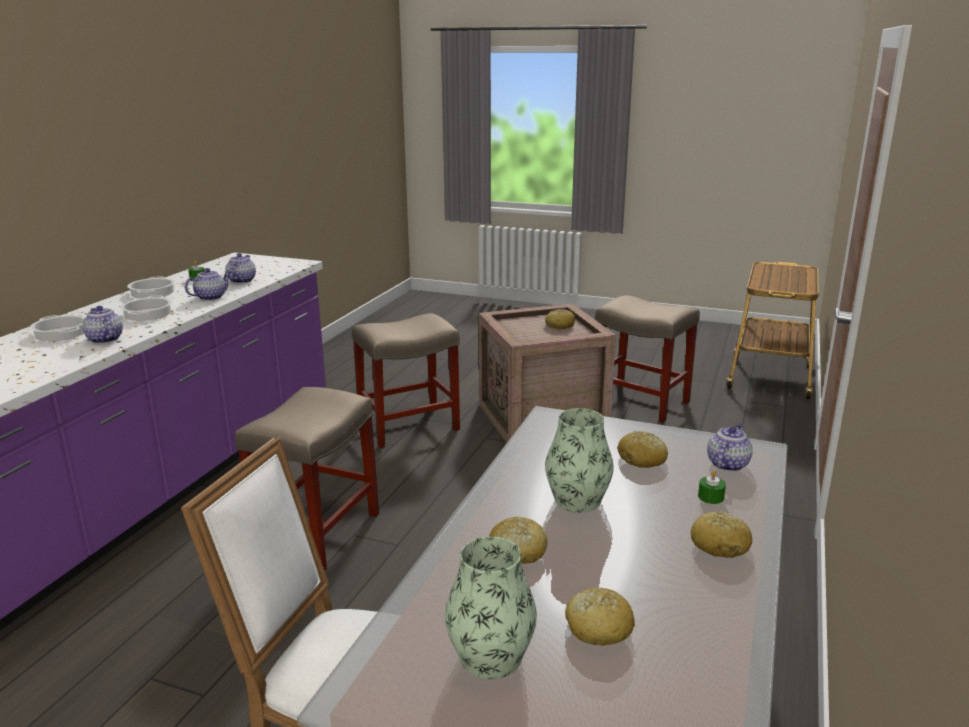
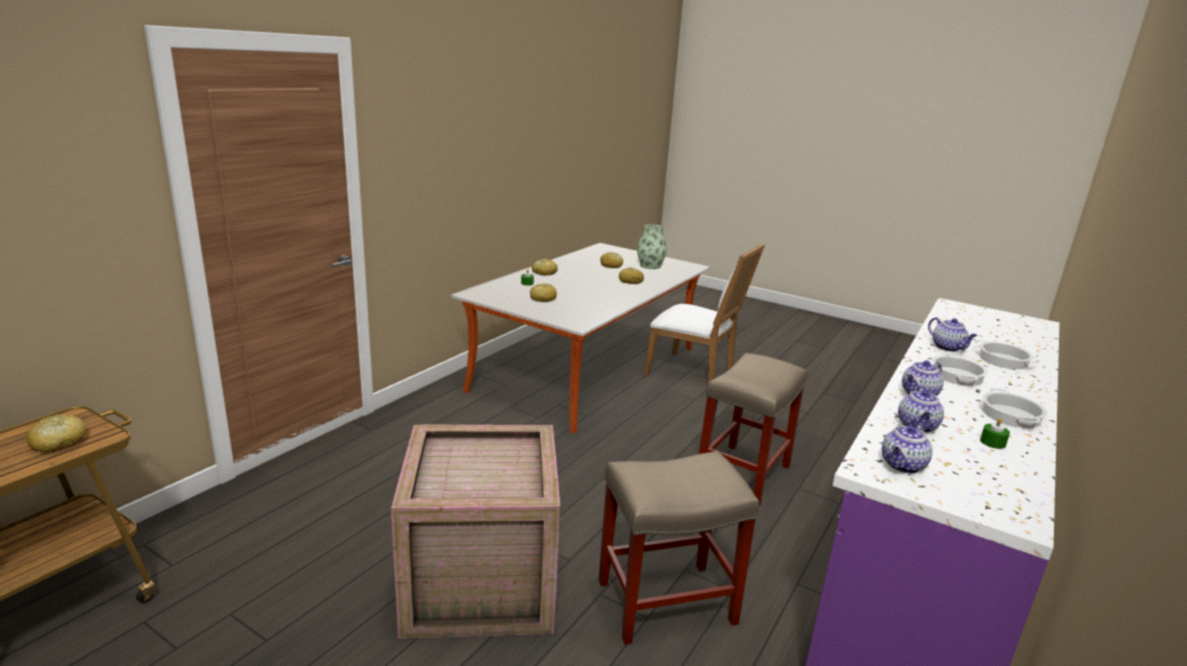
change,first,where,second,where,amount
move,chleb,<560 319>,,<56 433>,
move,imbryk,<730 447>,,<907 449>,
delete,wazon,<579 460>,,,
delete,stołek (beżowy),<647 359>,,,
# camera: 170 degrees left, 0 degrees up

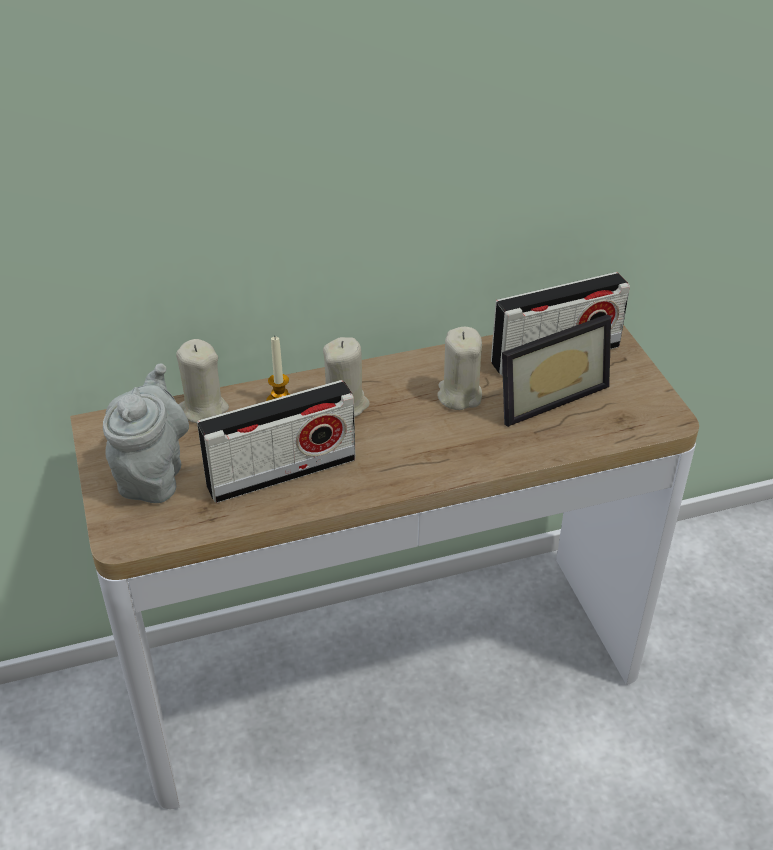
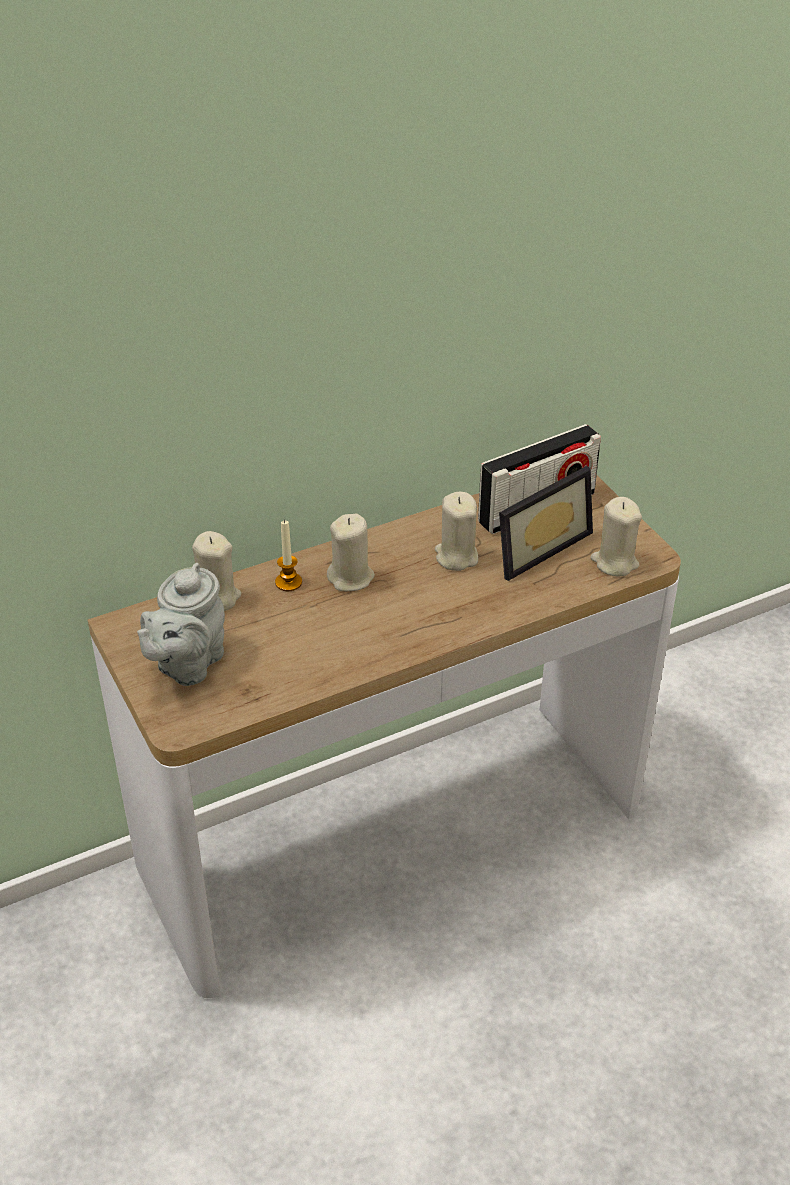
change,first,where,second,where,amount
rotate,imbryk (szary),<146 433>,,<181 624>,150 degrees counterclockwise
insert,,,świeca (beżowy),<616 537>,
delete,radio,<276 441>,,,
# camera: 10 degrees left, 0 degrees up

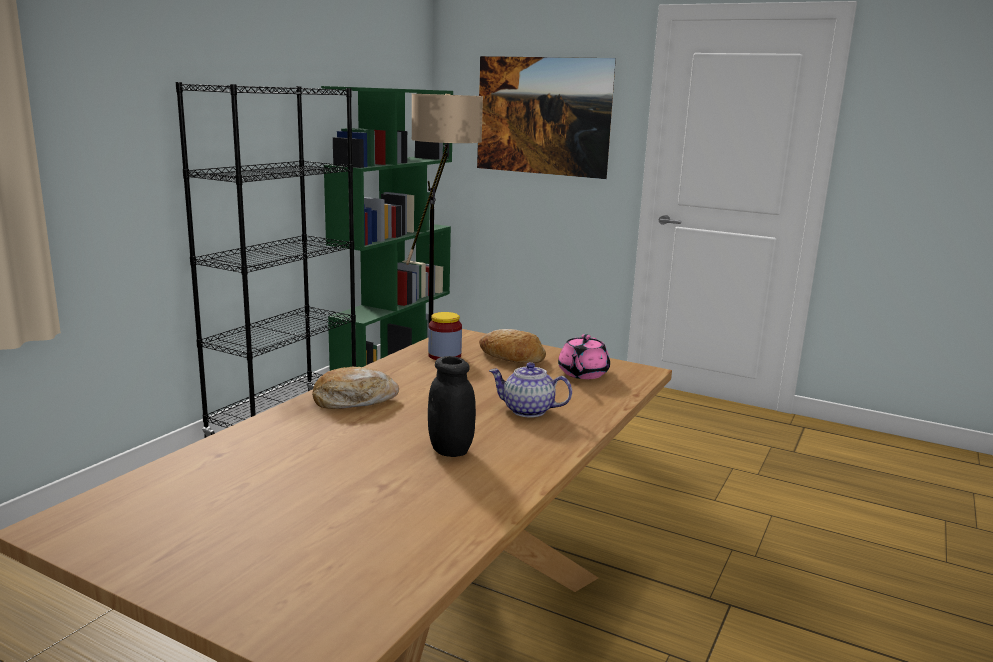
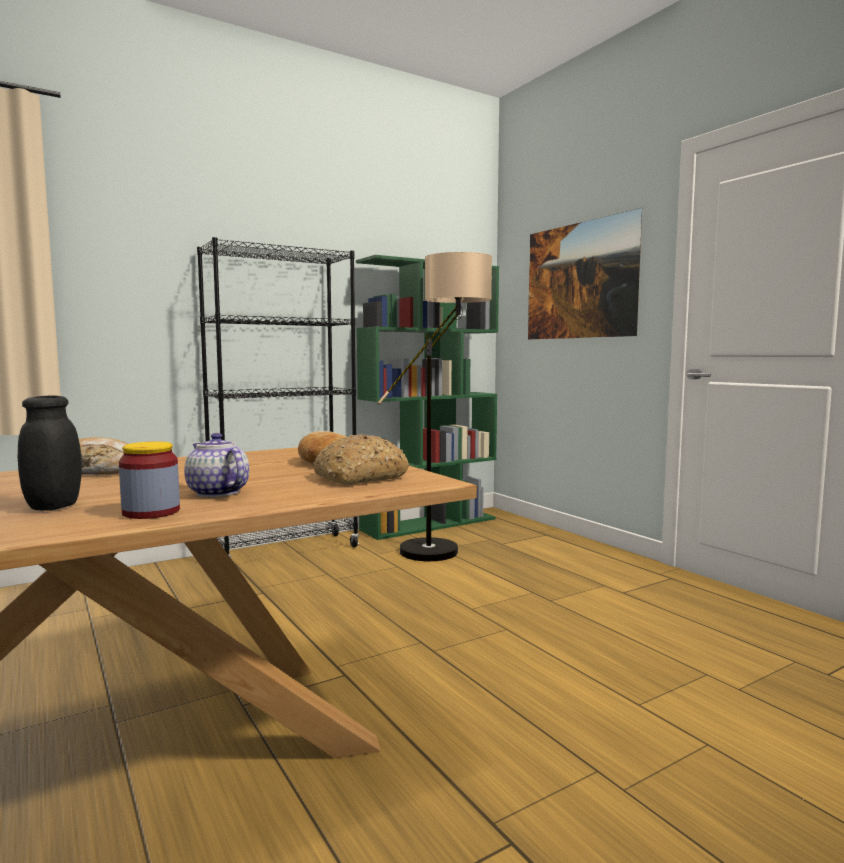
change,first,where,second,where,amount
move,słoik,<445 336>,,<149 480>,
replace,imbryk (różowy),<584 356>,chleb,<361 459>,
# camera: 30 degrees right, 10 degrees down

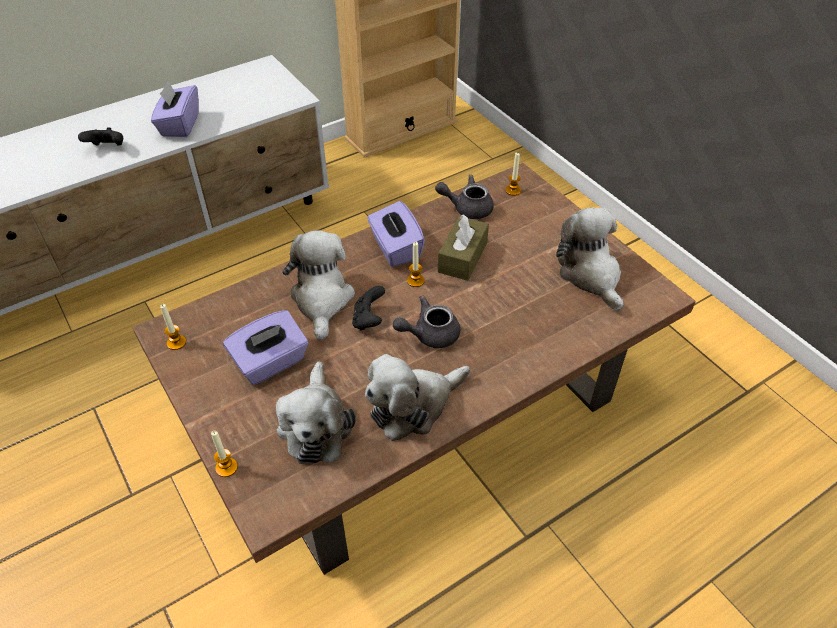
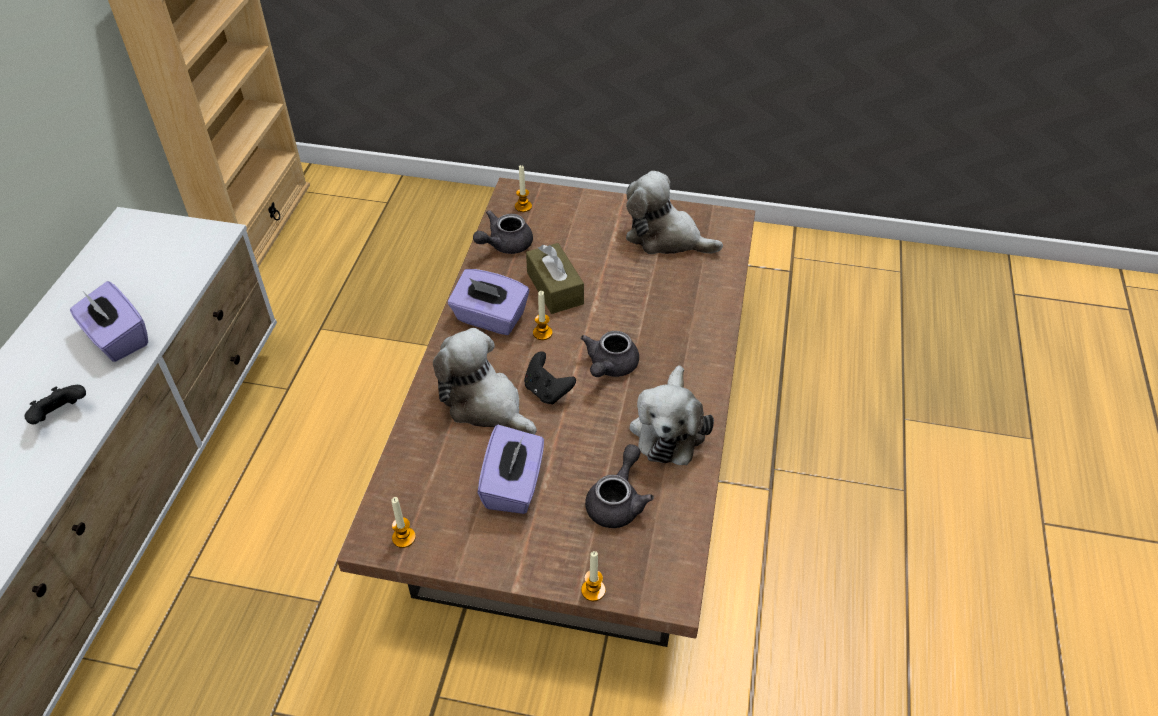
change,first,where,second,where,amount
replace,pluszak,<316 412>,imbryk (szary),<619 486>,
# camera: 45 degrees left, 0 degrees up

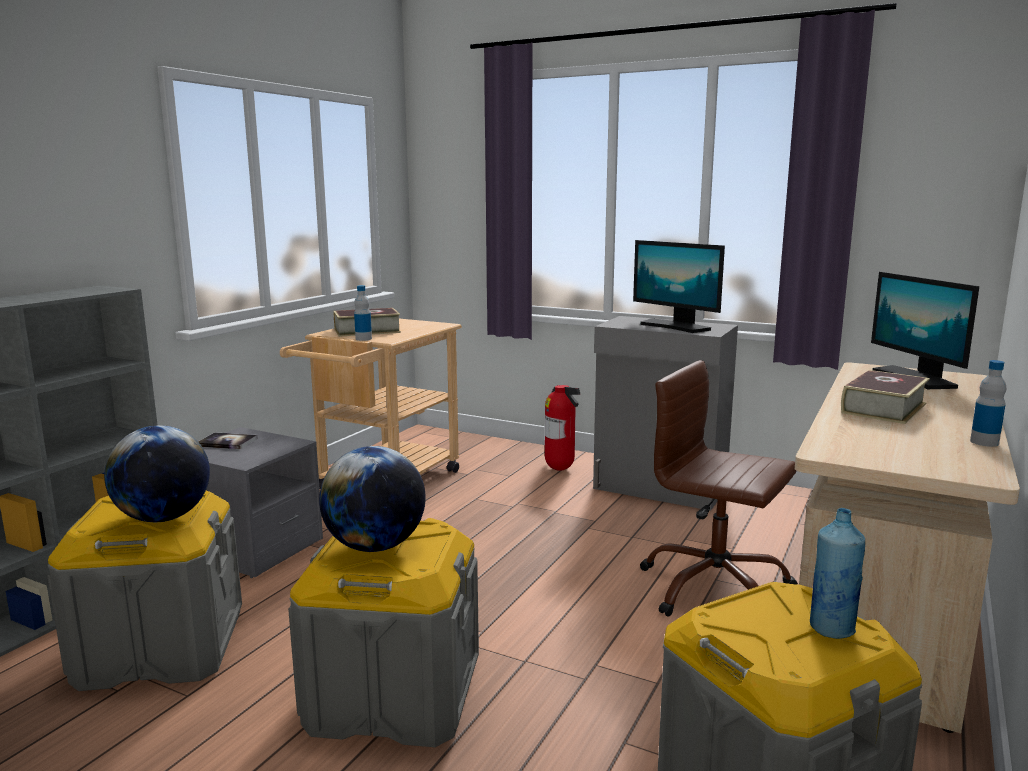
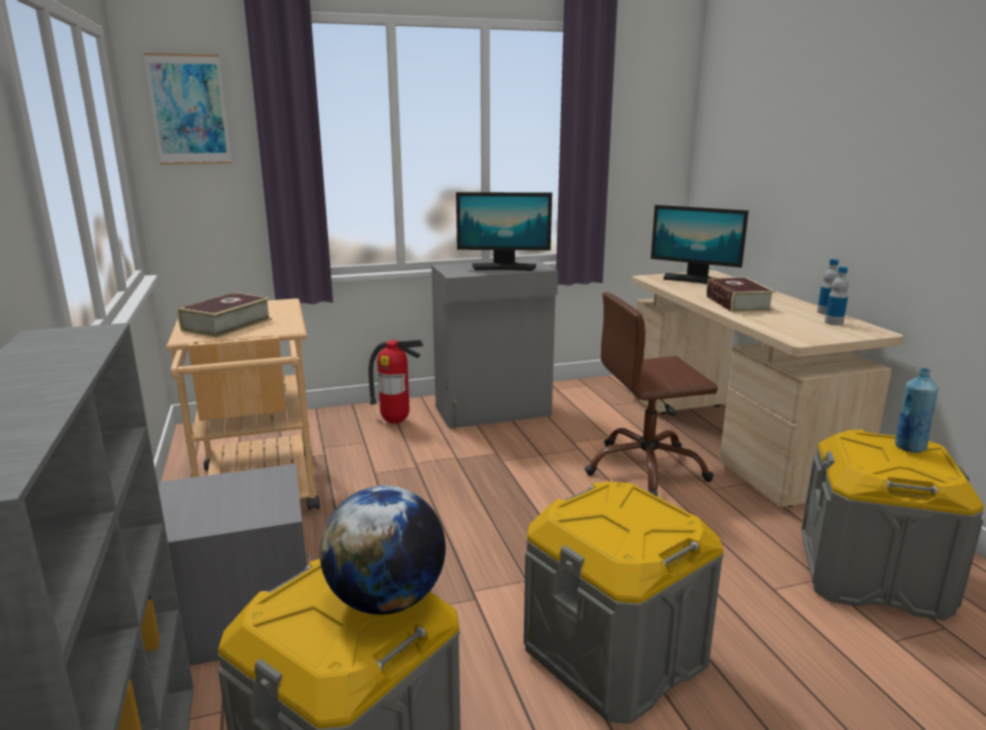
change,first,where,second,where,amount
insert,,,obraz,<188 109>,
move,butelka,<363 313>,,<837 296>,
delete,książka,<228 440>,,,
delete,globus,<372 499>,,,
# camera: 45 degrees left, 5 degrees up

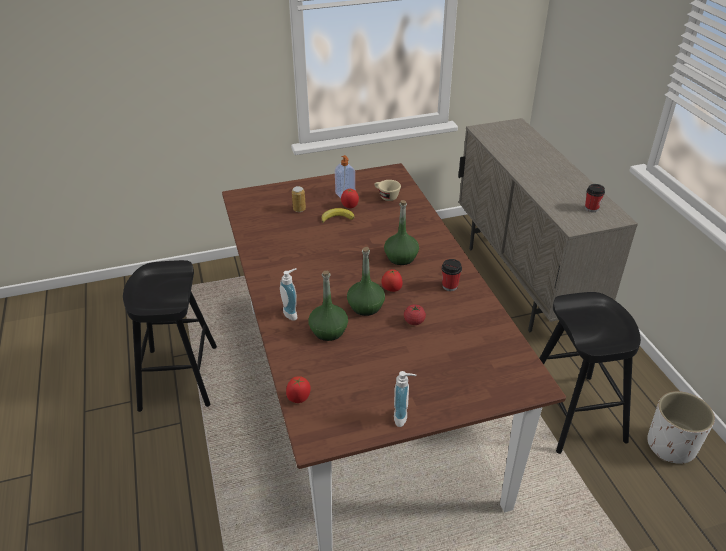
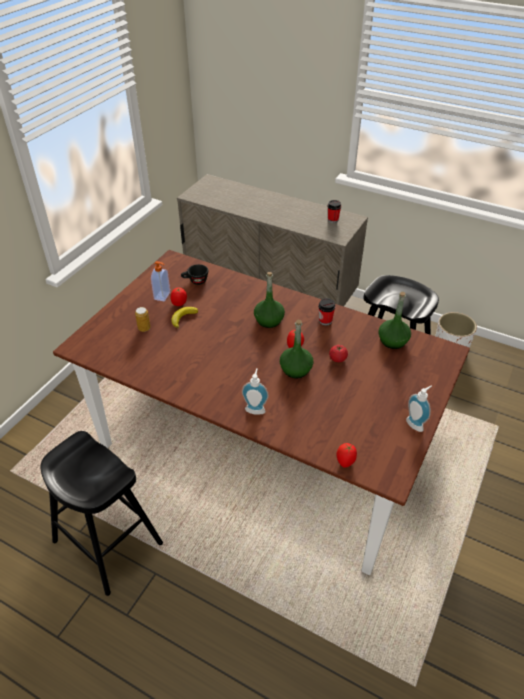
change,first,where,second,where,amount
recolor,filiżanka (beżowy),<387 190>,filiżanka (czarny),<194 274>,
move,butelka (zielony),<328 306>,,<394 320>,
# camera: 45 degrees left, 5 degrees up

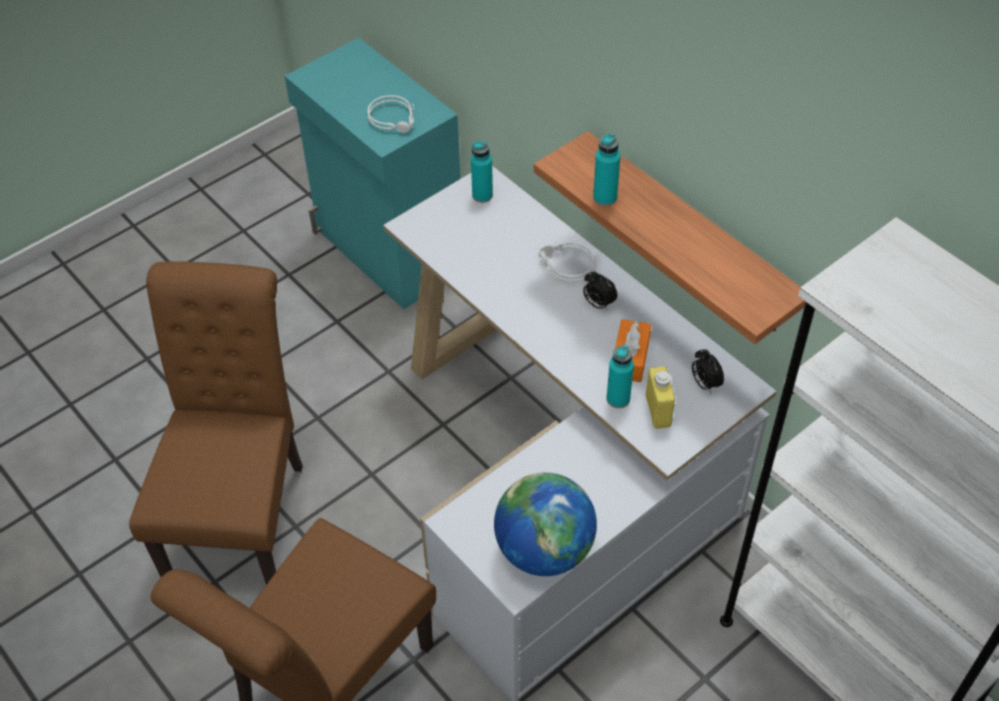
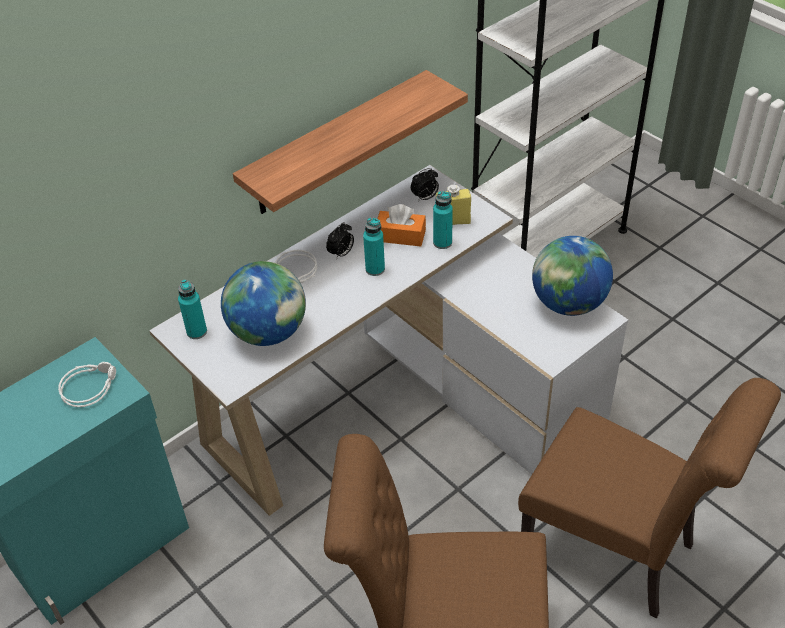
change,first,where,second,where,amount
insert,,,globus,<263 303>,
move,butelka (turkusowy),<607 169>,,<374 247>,
# camera: 90 degrees left, 5 degrees down

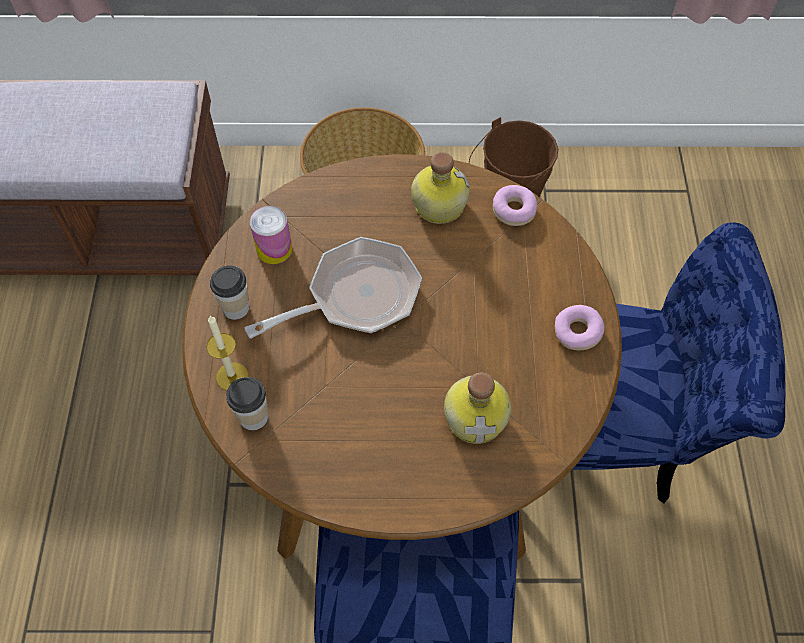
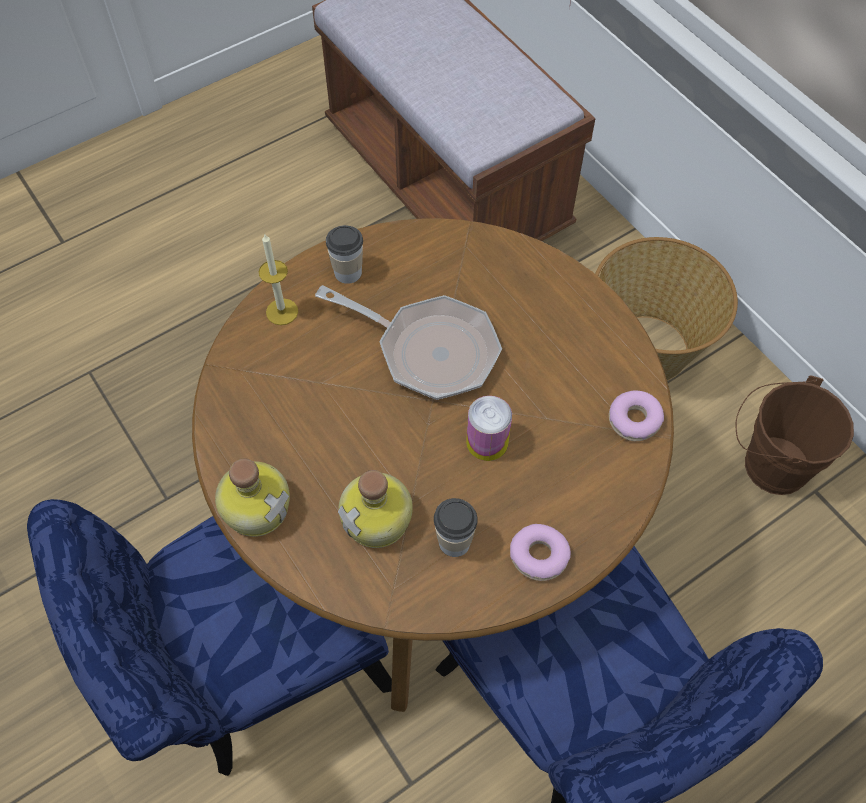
change,first,where,second,where,amount
move,butelka,<440 188>,,<252 498>,
move,filiżanka,<247 404>,,<456 527>,
move,puszka,<271 235>,,<489 428>,
# camera: 55 degrees right, 0 degrees up

